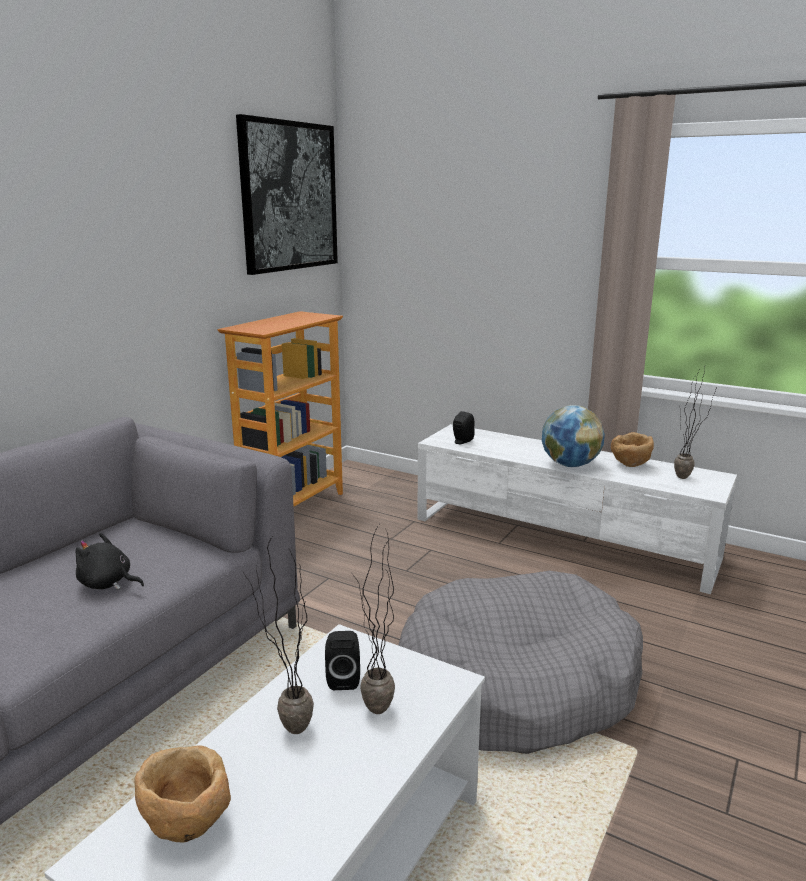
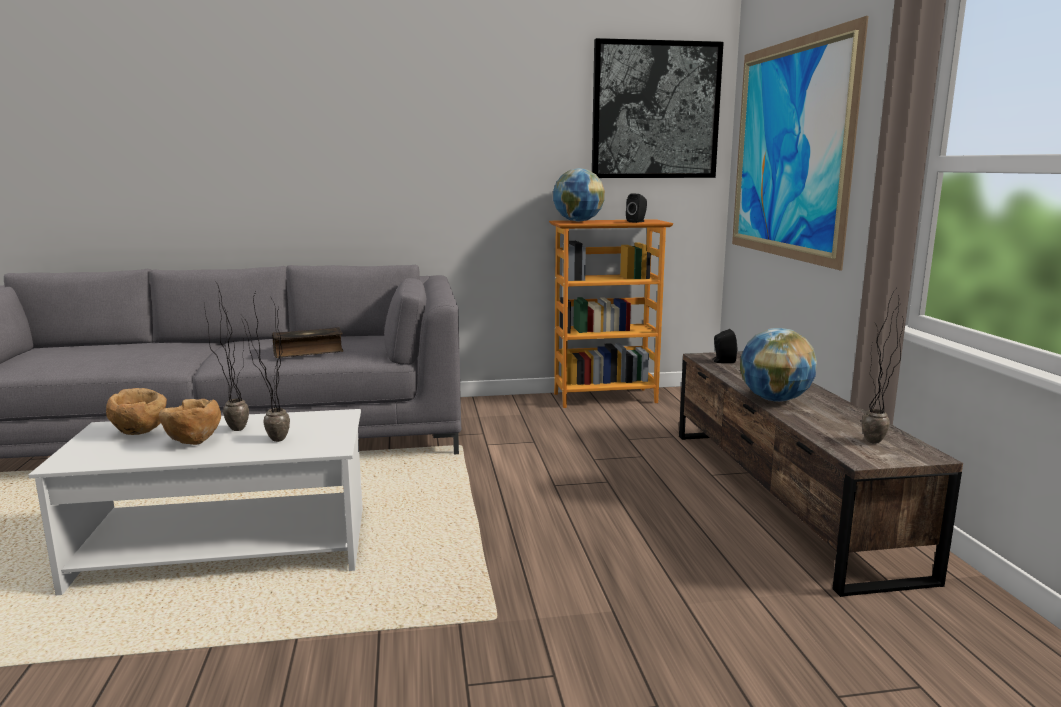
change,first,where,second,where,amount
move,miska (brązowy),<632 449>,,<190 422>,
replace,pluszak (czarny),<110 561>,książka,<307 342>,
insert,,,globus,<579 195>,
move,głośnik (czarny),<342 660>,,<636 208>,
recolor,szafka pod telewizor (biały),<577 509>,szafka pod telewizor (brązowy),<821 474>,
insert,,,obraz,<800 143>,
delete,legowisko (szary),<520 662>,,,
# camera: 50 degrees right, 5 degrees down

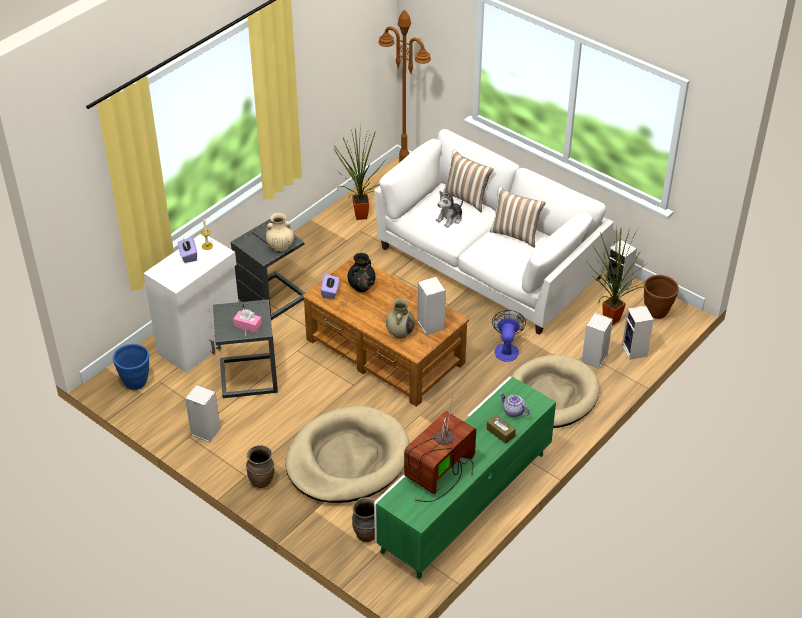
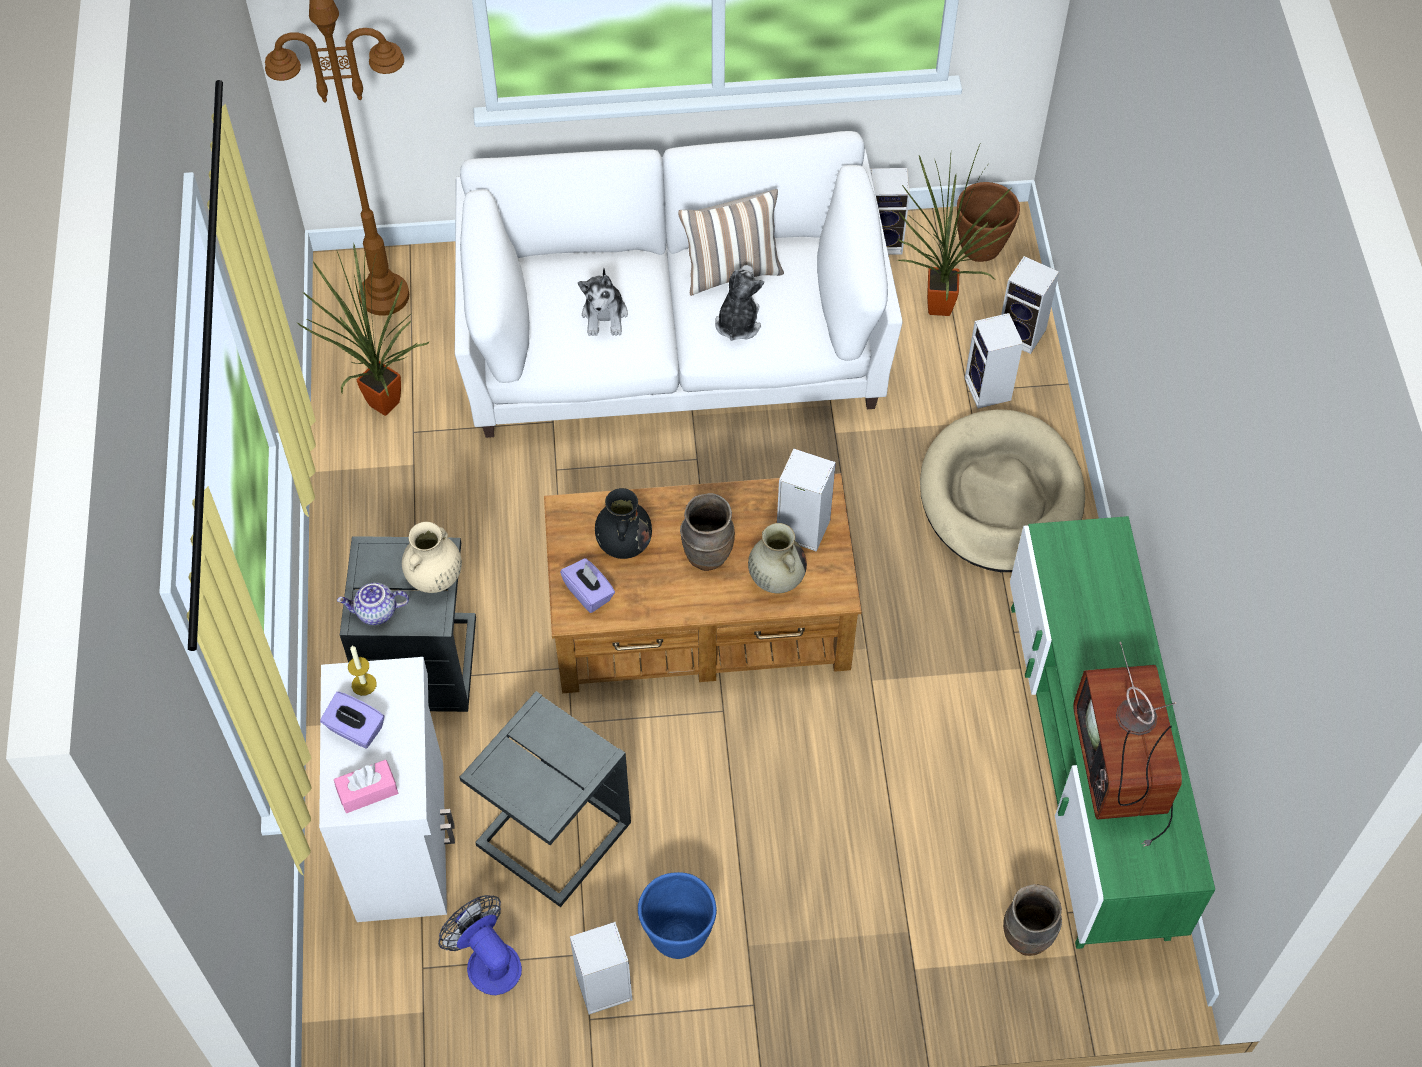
change,first,where,second,where,amount
move,pudełko chusteczek (różowy),<247 321>,,<366 786>,
move,imbryk,<514 404>,,<373 604>,
move,wentylator,<509 336>,,<480 945>,
move,donica (niebieski),<131 367>,,<677 915>,
move,wazon (brązowy),<260 466>,,<707 532>,
insert,,,pluszak,<739 303>,
delete,legowisko (beżowy),<347 454>,,,
delete,poduszka,<468 181>,,,
delete,pudełko chusteczek (brązowy),<501 429>,,,
# camera: 45 degrees left, 15 degrees up

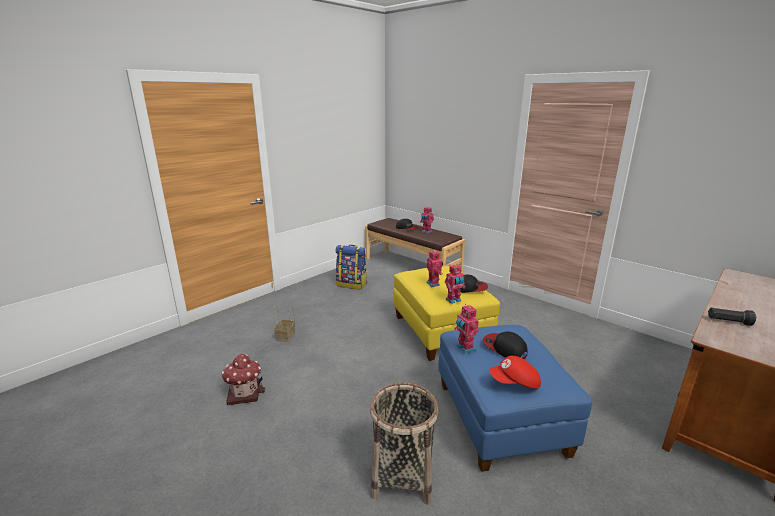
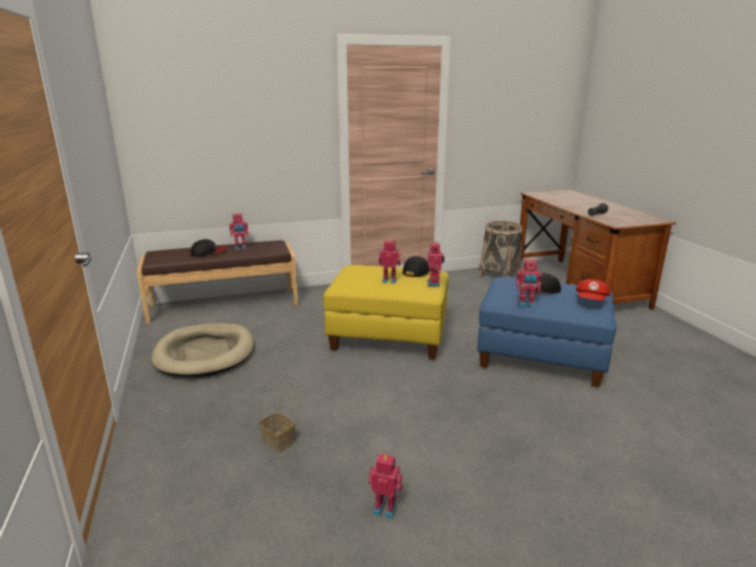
change,first,where,second,where,amount
replace,plecak,<351 267>,legowisko (beżowy),<202 350>,
replace,domek,<243 379>,robot zabawkowy,<385 486>,
move,koszyk,<404 443>,,<500 249>,
# camera: 60 degrees left, 0 degrees up

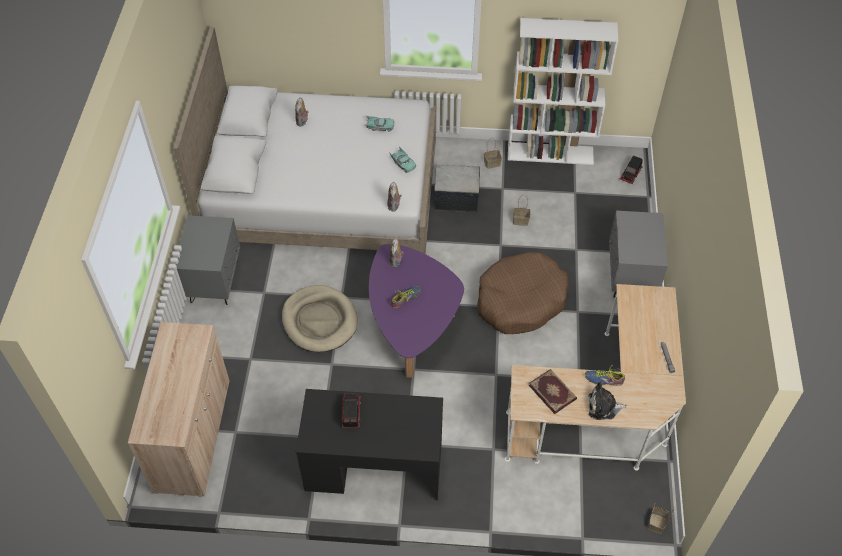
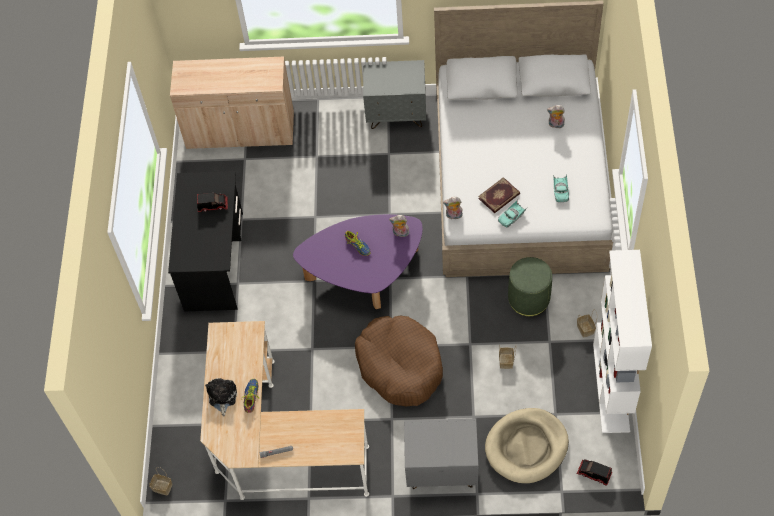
change,first,where,second,where,amount
move,książka,<553 391>,,<499 195>,
move,legowisko (beżowy),<320 318>,,<527 446>,
replace,pojemnik do przechowywania,<457 188>,pufa (zielony),<530 286>,
# camera: 90 degrees right, 5 degrees up

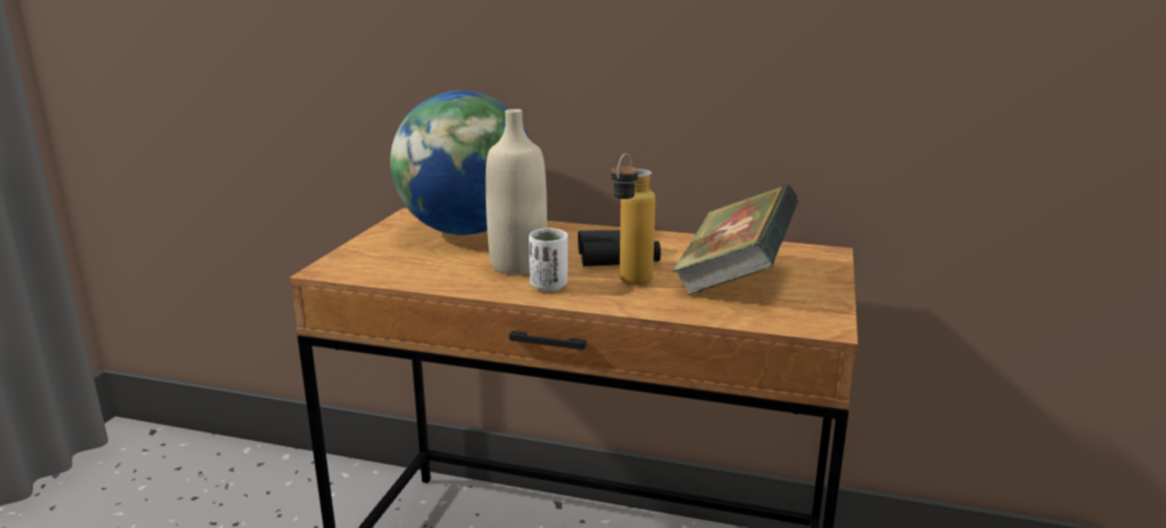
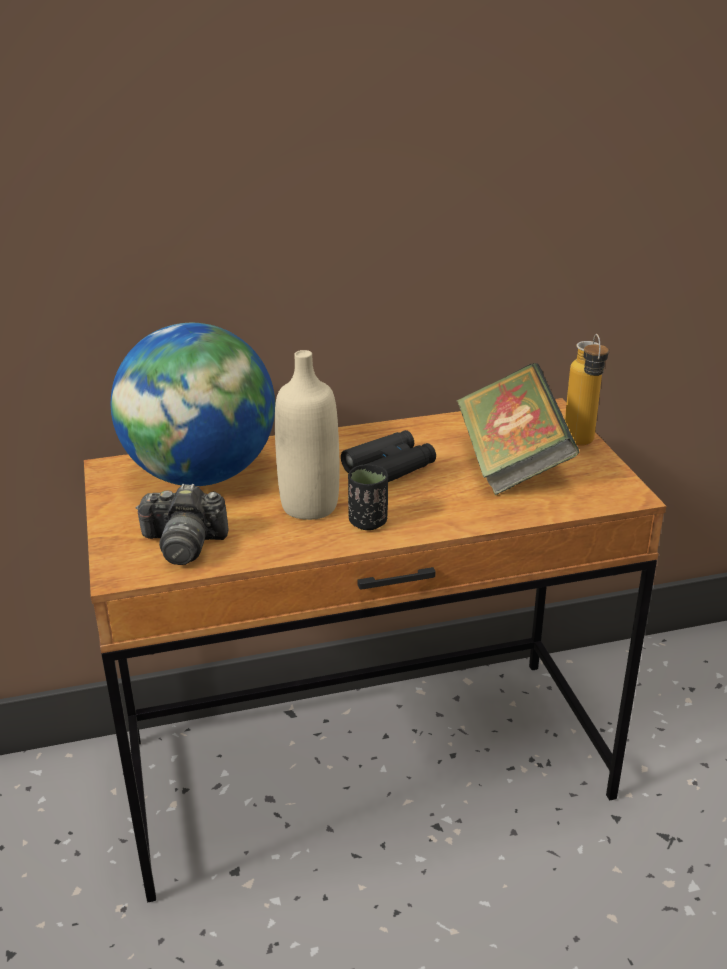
change,first,where,second,where,amount
insert,,,aparat fotograficzny,<182 524>,
recolor,filiżanka (biały),<548 260>,filiżanka (czarny),<368 497>,
move,butelka,<633 219>,,<587 390>,
# camera: 30 degrees left, 10 degrees up

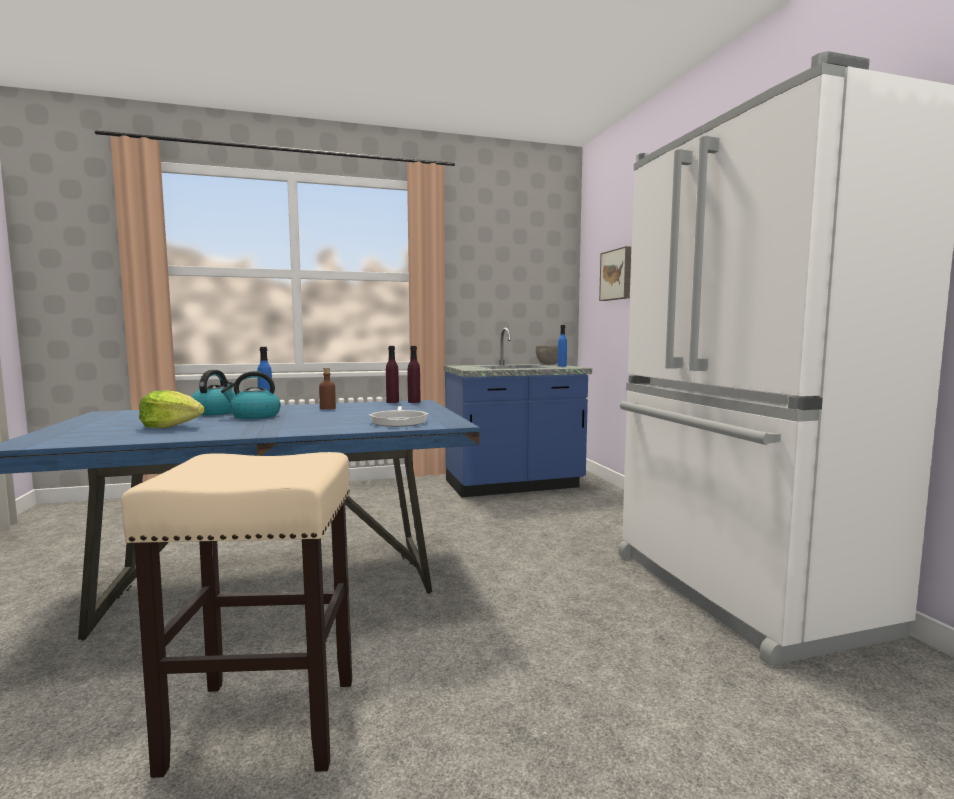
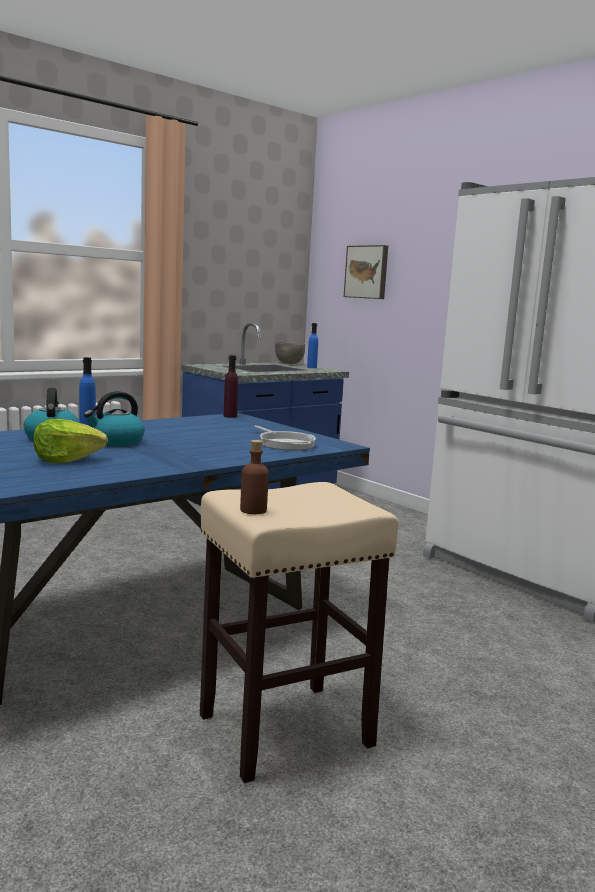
change,first,where,second,where,amount
move,butelka (brązowy),<327 389>,,<254 477>,
delete,butelka (fioletowy),<392 374>,,,
# camera: 25 degrees left, 5 degrees up

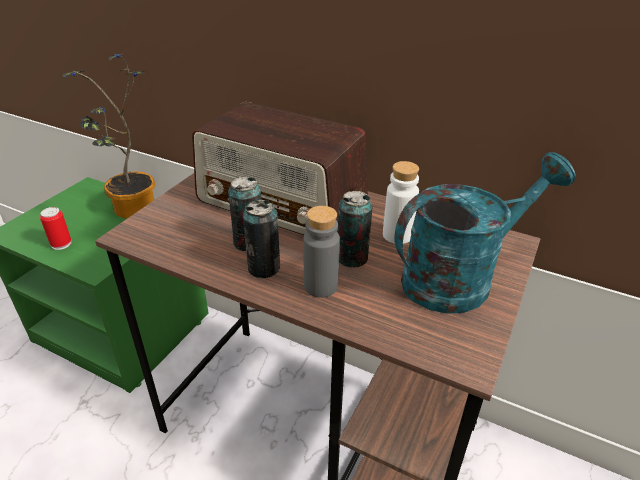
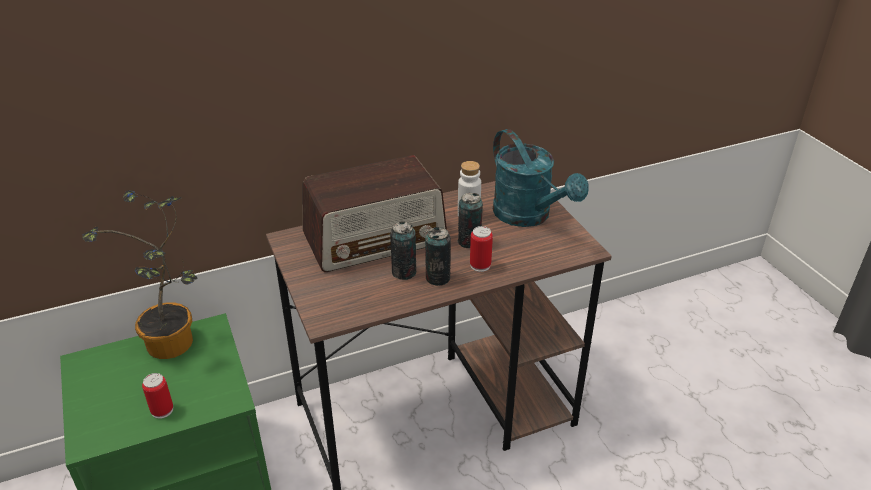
change,first,where,second,where,amount
replace,butelka (szary),<321 252>,puszka,<481 249>,
rotate,konewka (turkusowy),<485 233>,,<541 178>,135 degrees clockwise
# camera: 50 degrees left, 0 degrees up

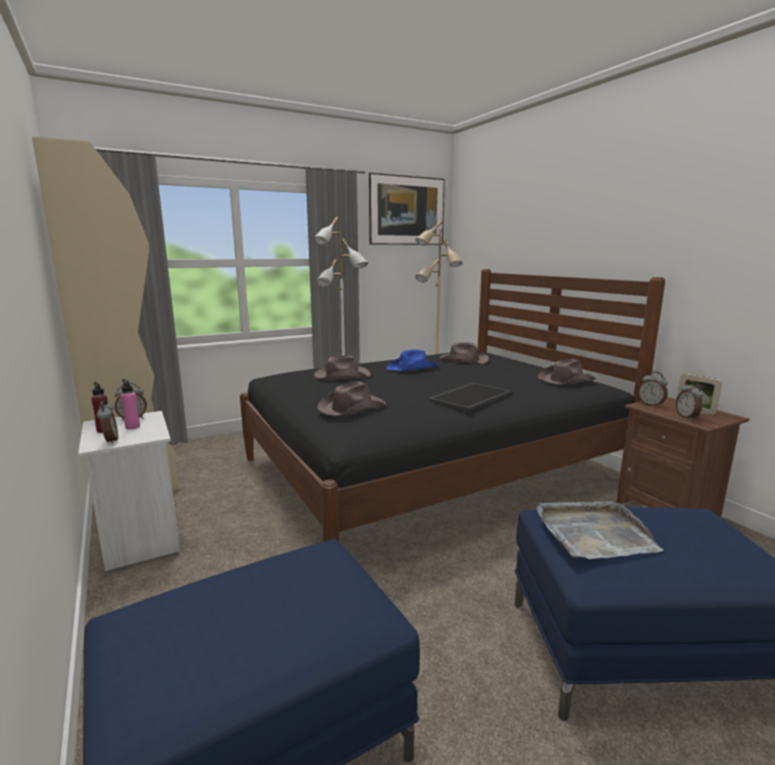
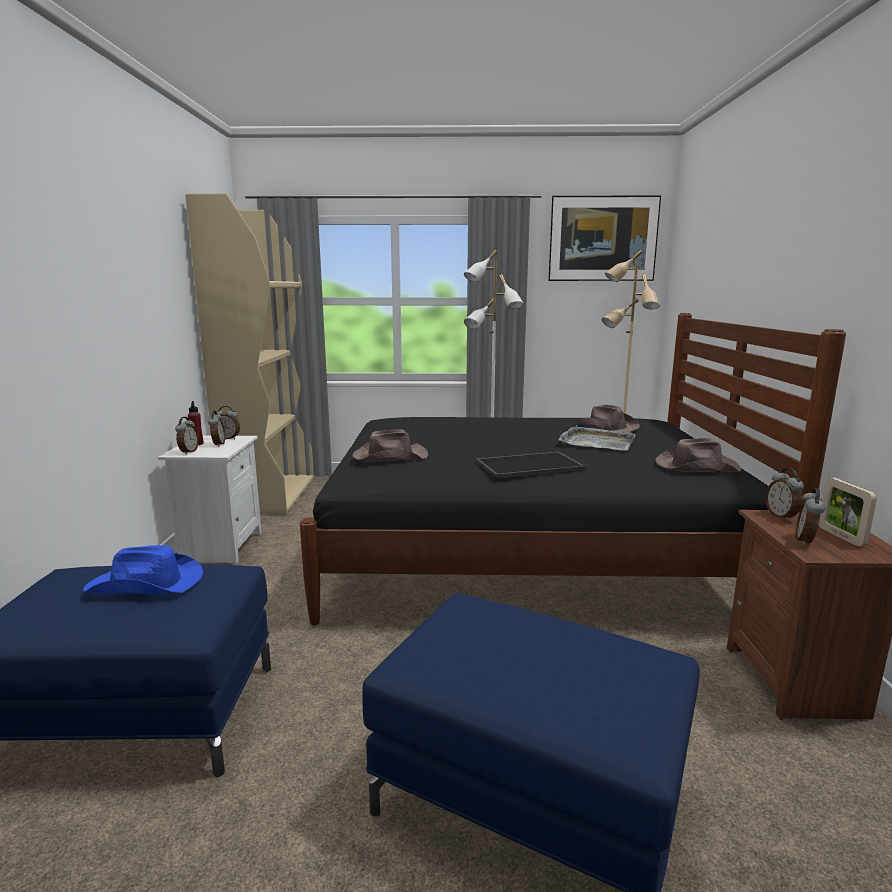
change,first,where,second,where,amount
move,kapelusz (niebieski),<412 360>,,<142 570>,
replace,butelka (różowy),<130 404>,budzik,<216 429>,
move,taca (szary),<600 530>,,<597 438>,
delete,kapelusz (brązowy),<342 367>,,,
# camera: 30 degrees right, 0 degrees up

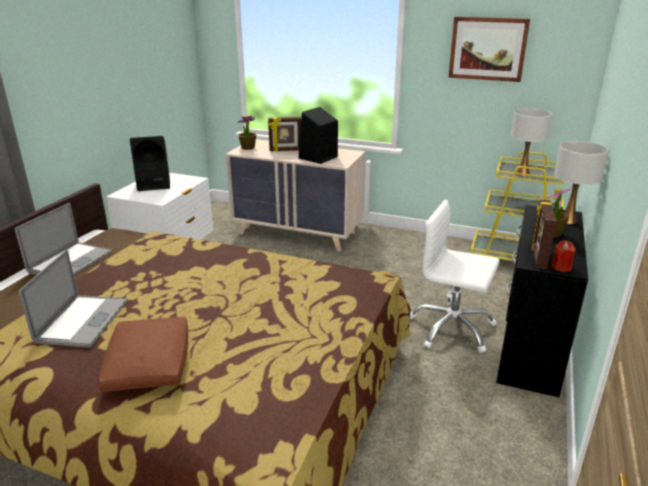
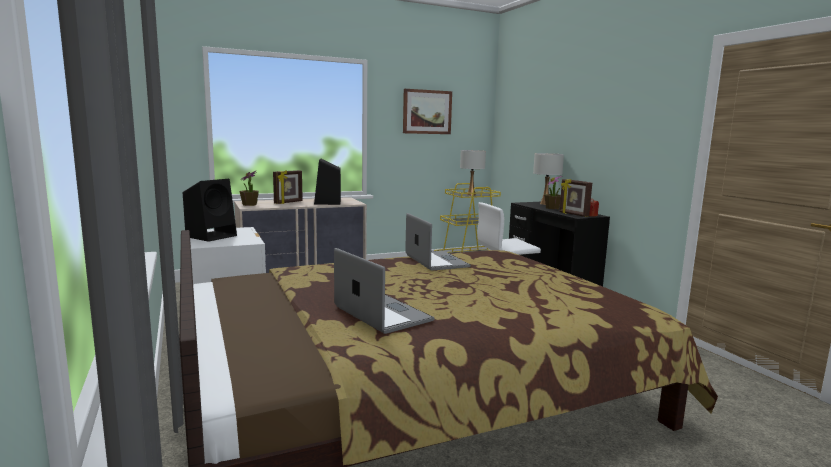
change,first,where,second,where,amount
move,laptop,<64 239>,,<438 242>,
delete,poduszka (brązowy),<143 354>,,,
# camera: 45 degrees left, 15 degrees down

